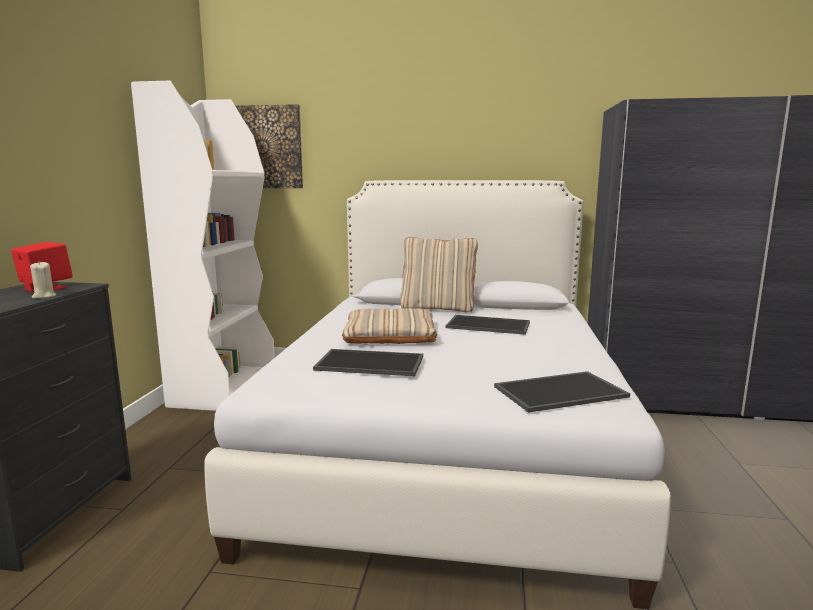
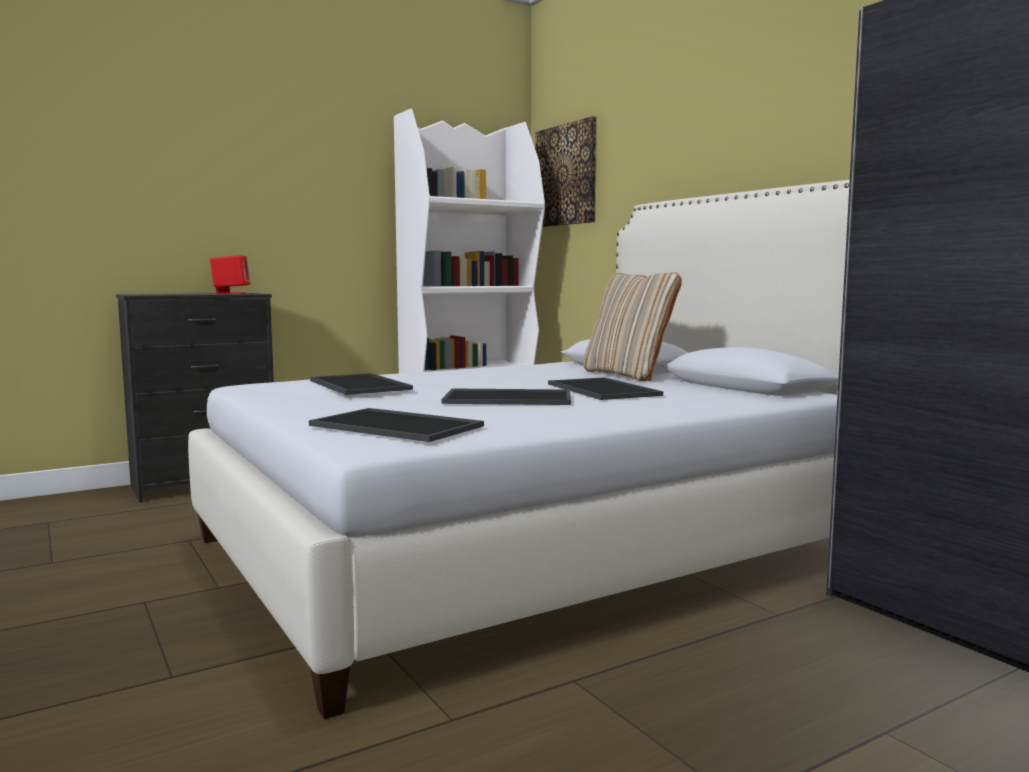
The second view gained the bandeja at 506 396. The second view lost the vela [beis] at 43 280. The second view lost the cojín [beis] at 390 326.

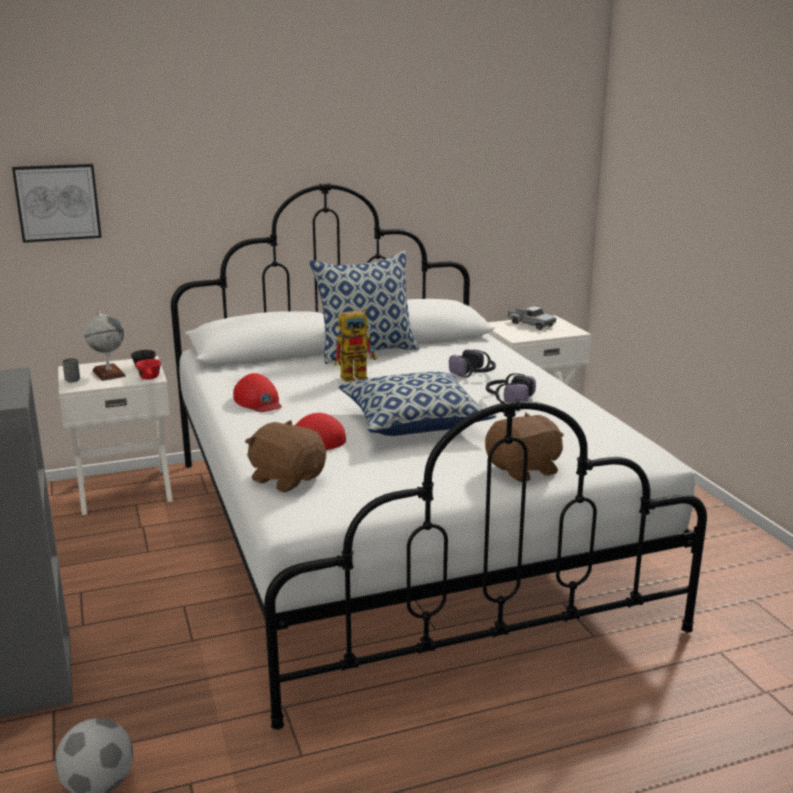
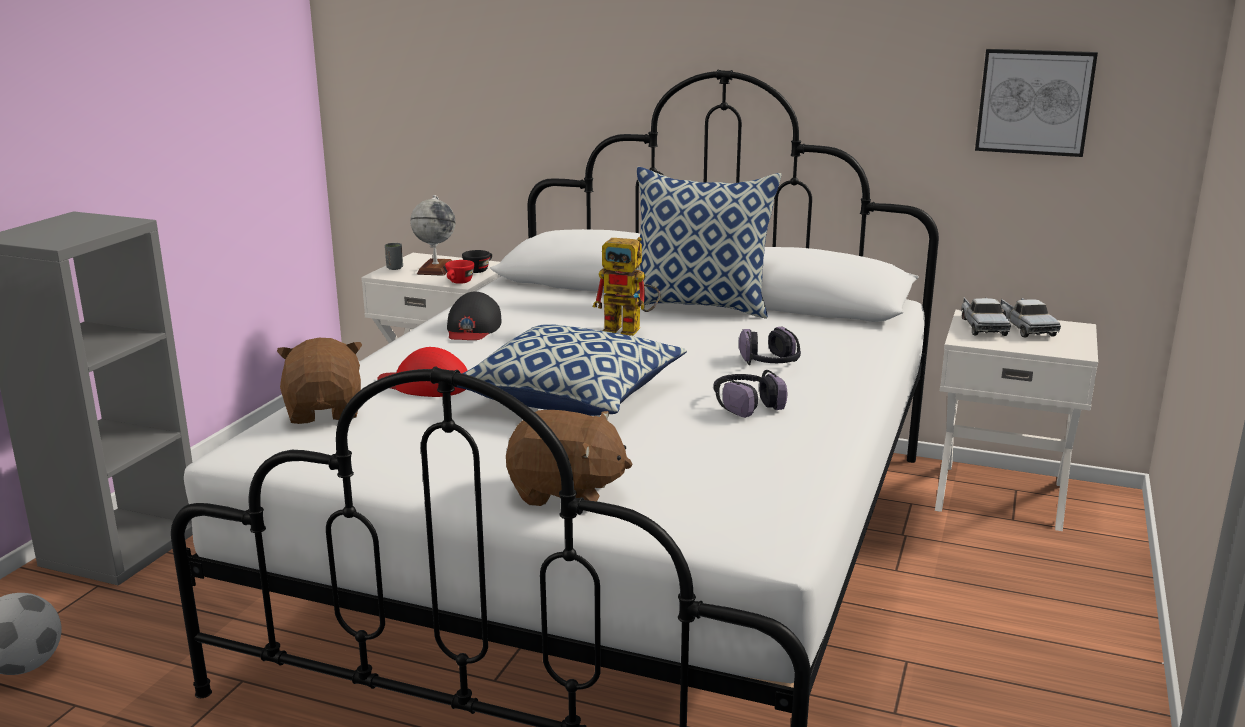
What was the gorra [rojo] at 257 392 turned into the gorra [negro] at 474 316. The second view gained the camión de juguete at 986 316. The cuadro ended up elsewhere, having gone from 57 203 to 1036 103.

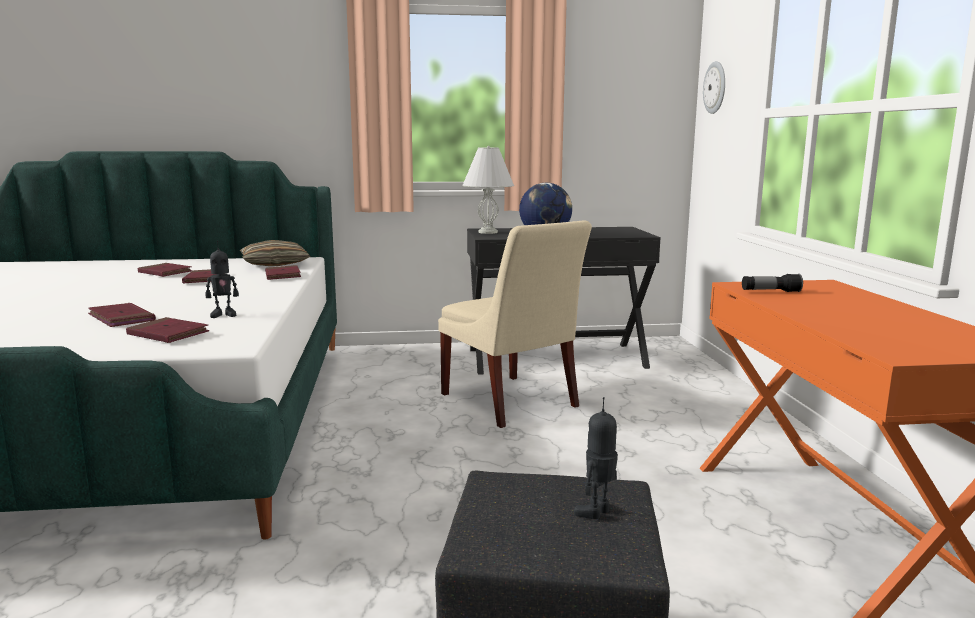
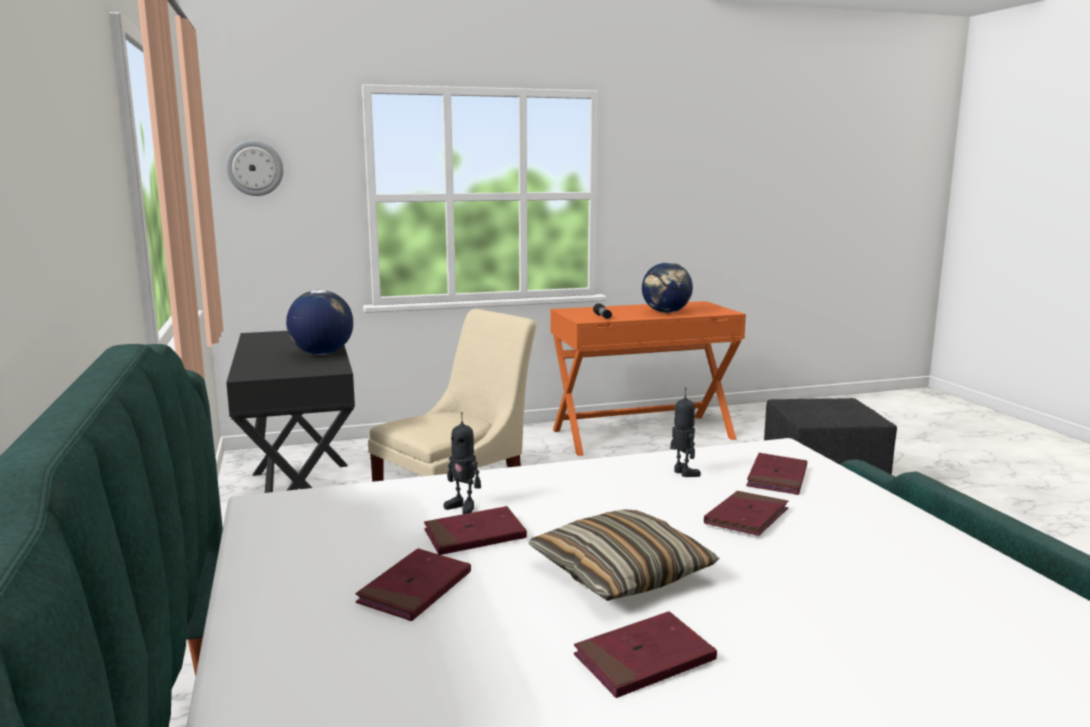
The robot de juguete ended up elsewhere, having gone from 596 458 to 462 463. The cojín ended up elsewhere, having gone from 275 253 to 624 555. The libro [rojo] ended up elsewhere, having gone from 283 272 to 645 654. The second view gained the globo terráqueo at 667 287. The second view lost the lámpara de mesa [blanco] at 488 190.

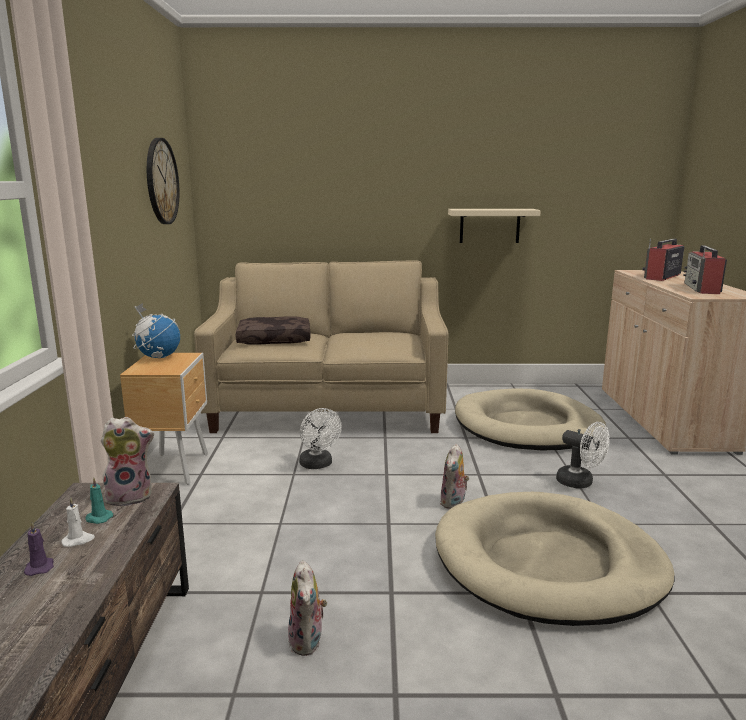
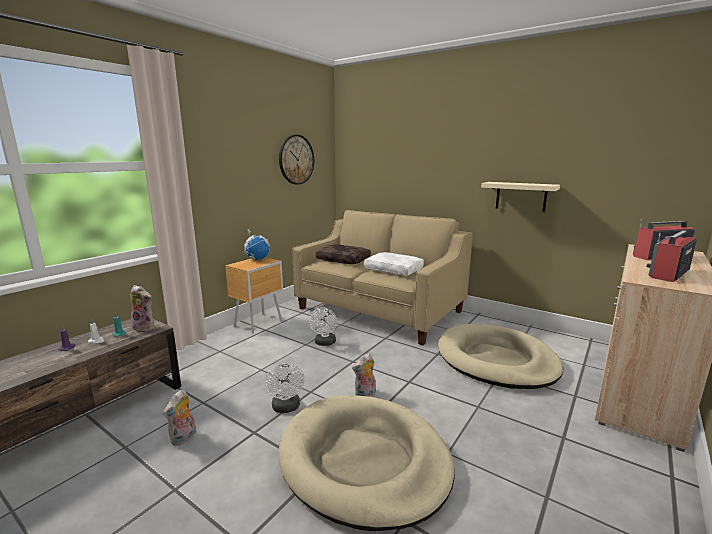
The ventilador [blanco] ended up elsewhere, having gone from 583 455 to 284 388. The second view gained the cojín [blanco] at 394 263.

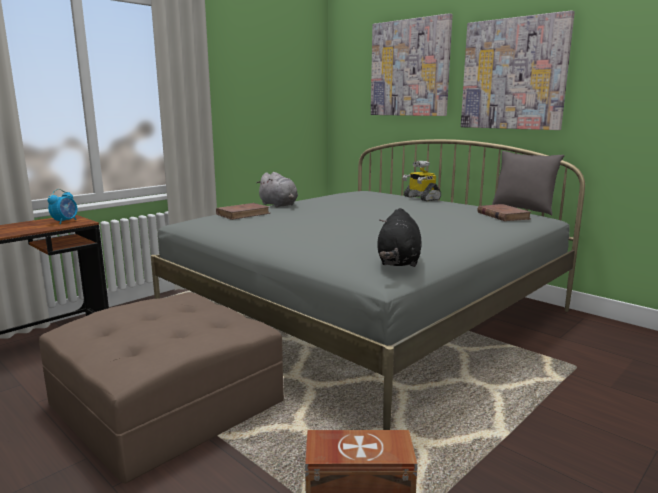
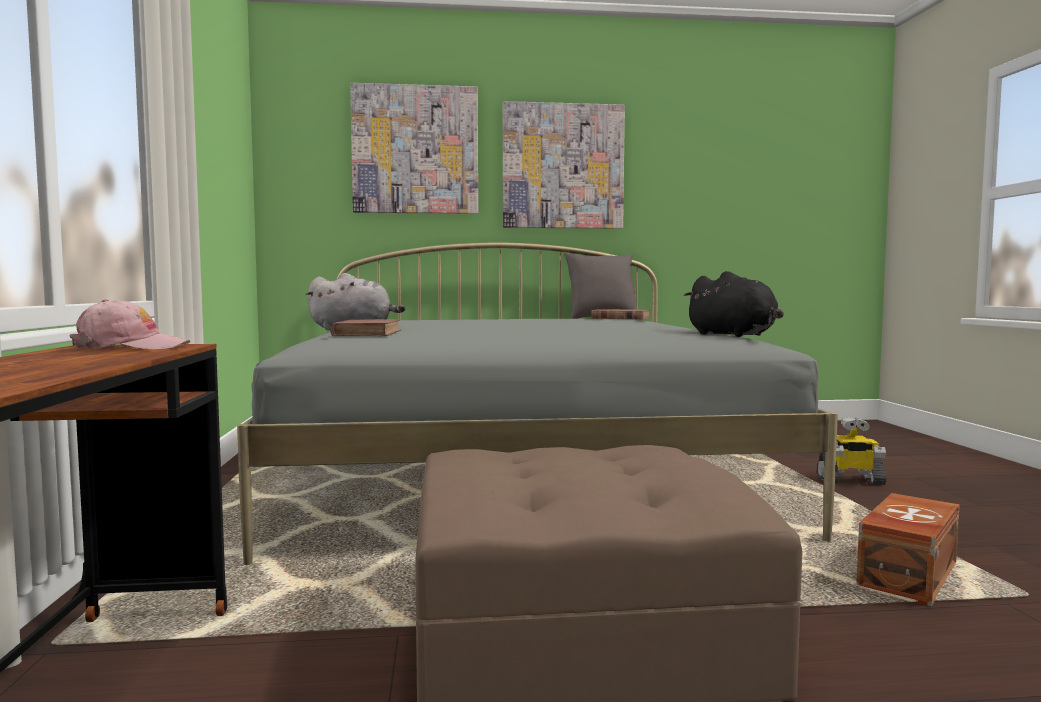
Where the despertador stood at 62 206, the gorra [rosa] came to stand at 129 324. The robot de juguete ended up elsewhere, having gone from 421 181 to 852 451.

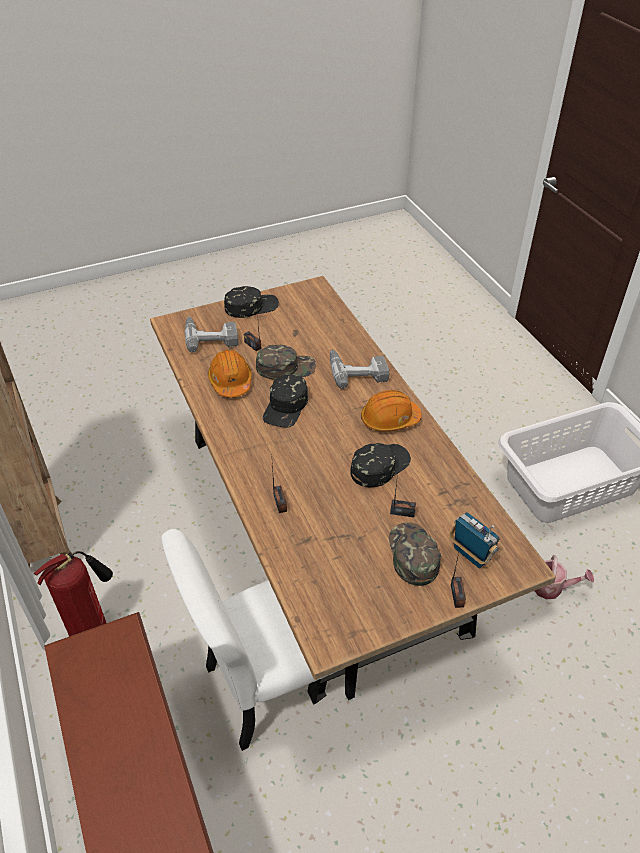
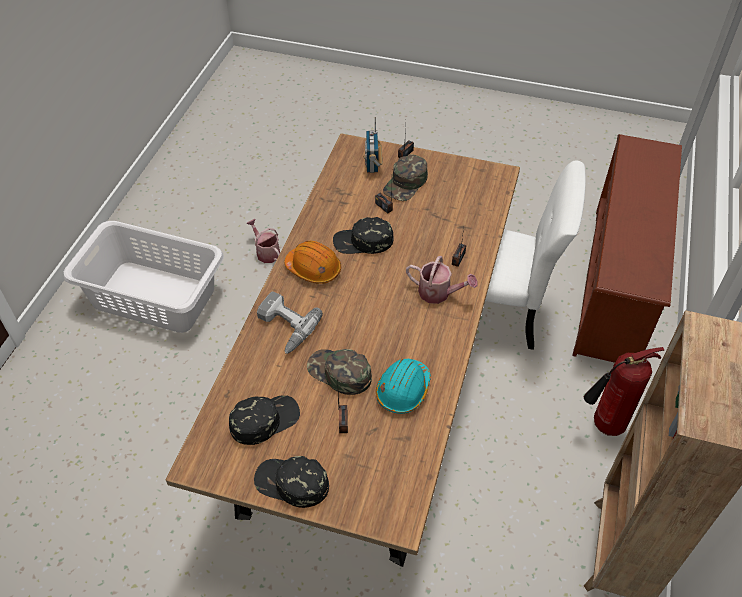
The gorra [negro] ended up elsewhere, having gone from 285 401 to 264 420. What was the casco [naranja] at 230 373 turned into the casco [turquesa] at 403 386. The second view gained the regadera at 442 280. The second view lost the taladro at 211 334.

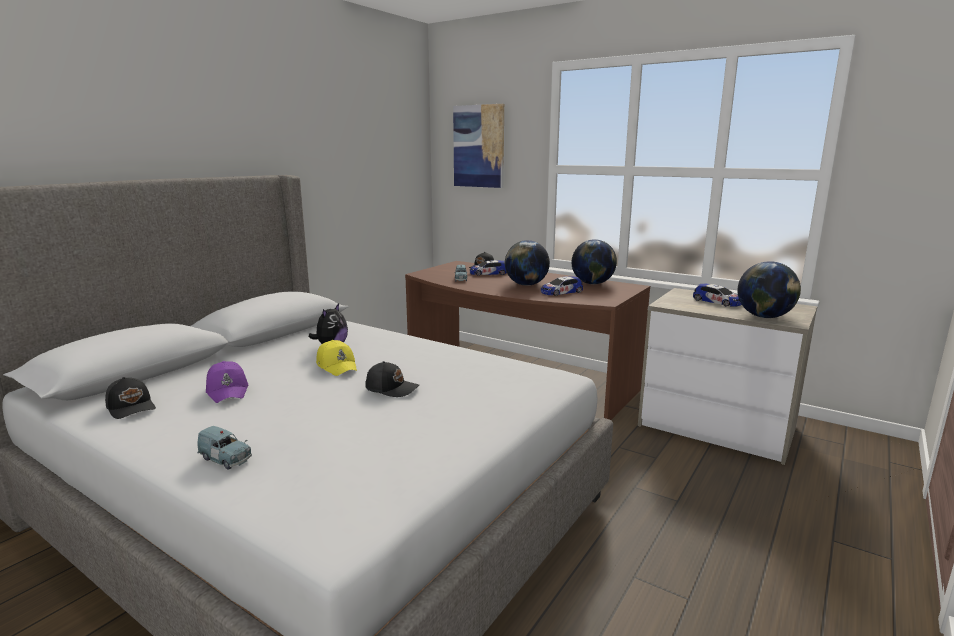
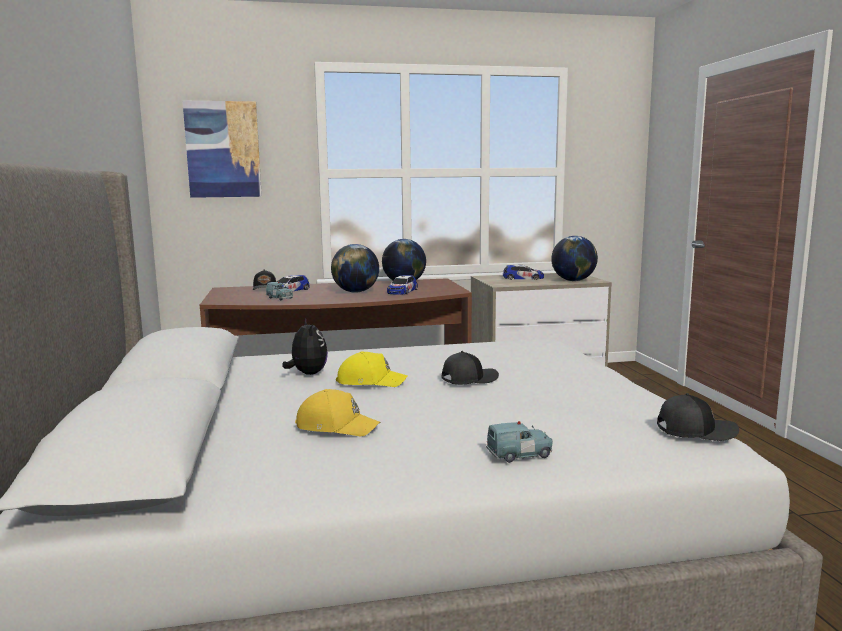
What was the gorra [morado] at 227 382 turned into the gorra [amarillo] at 337 413. The gorra [negro] ended up elsewhere, having gone from 130 398 to 698 417.

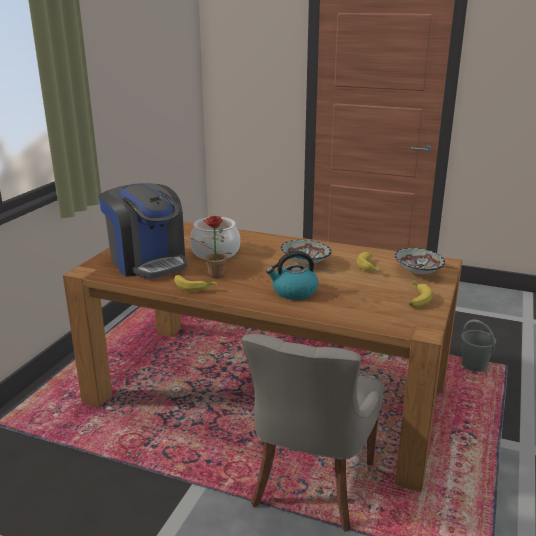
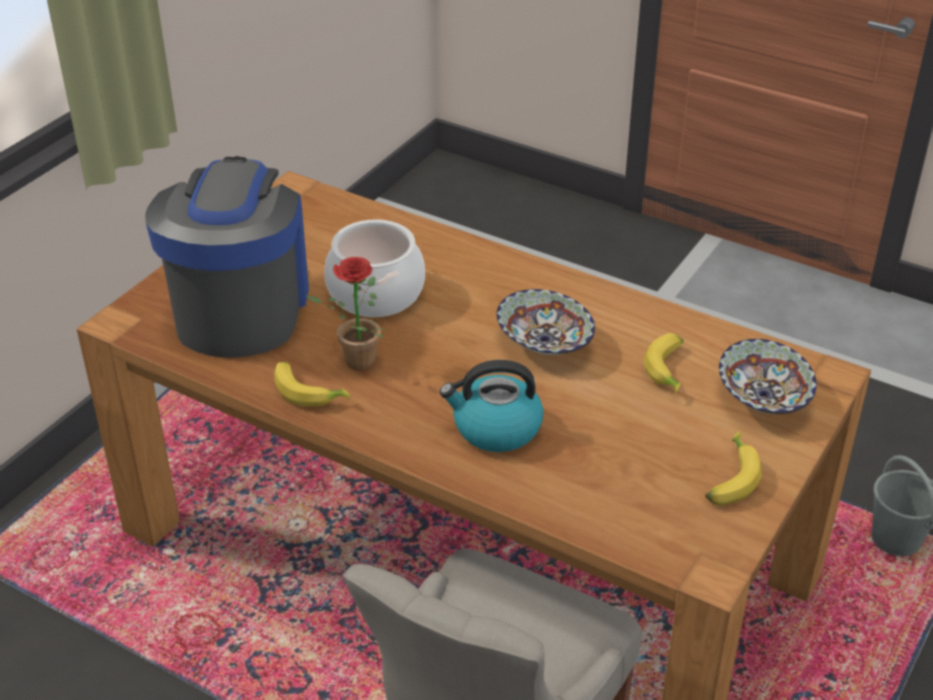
The cafetera at 142 231 ended up facing another way, 150 degrees counterclockwise from before.

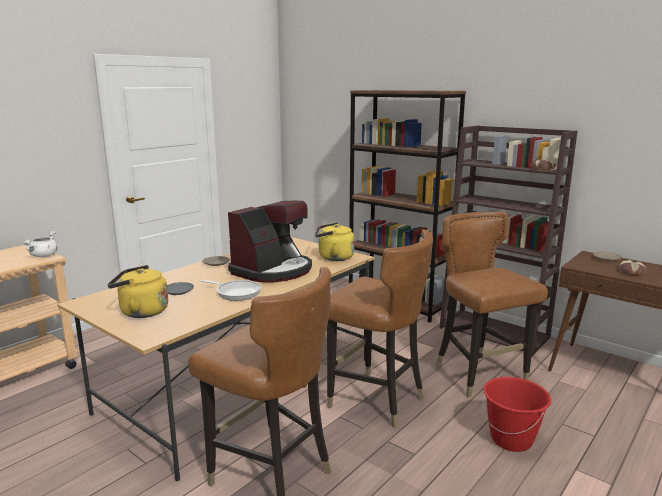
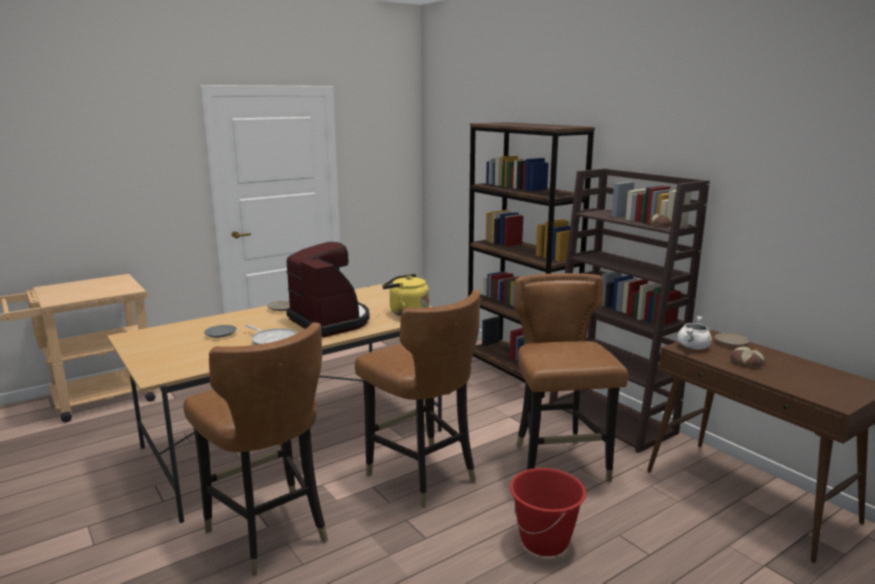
The cafetera at 270 242 ended up facing another way, 90 degrees counterclockwise from before. The olla [blanco] ended up elsewhere, having gone from 40 244 to 694 332. The second view lost the hervidor [amarillo] at 137 291.

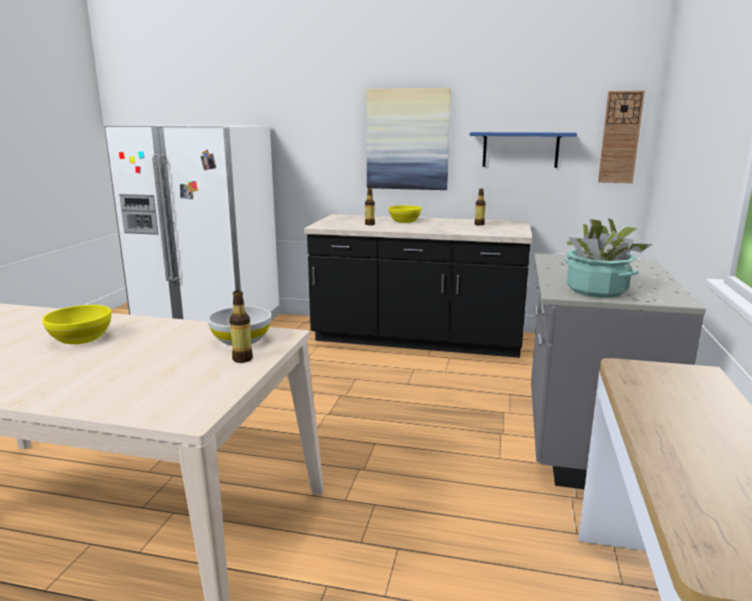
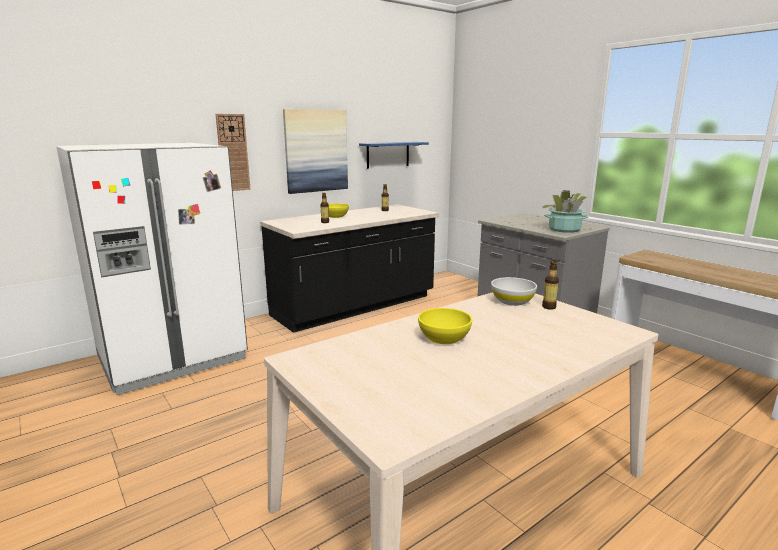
The reloj de pared ended up elsewhere, having gone from 621 137 to 233 152.

